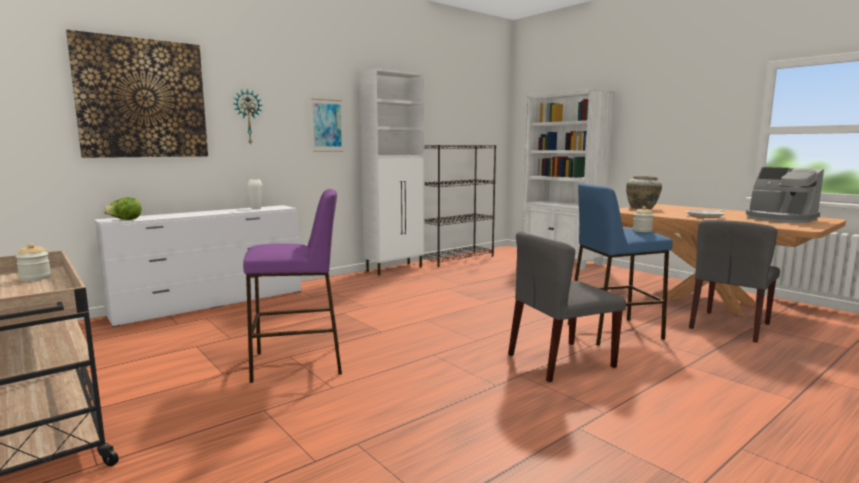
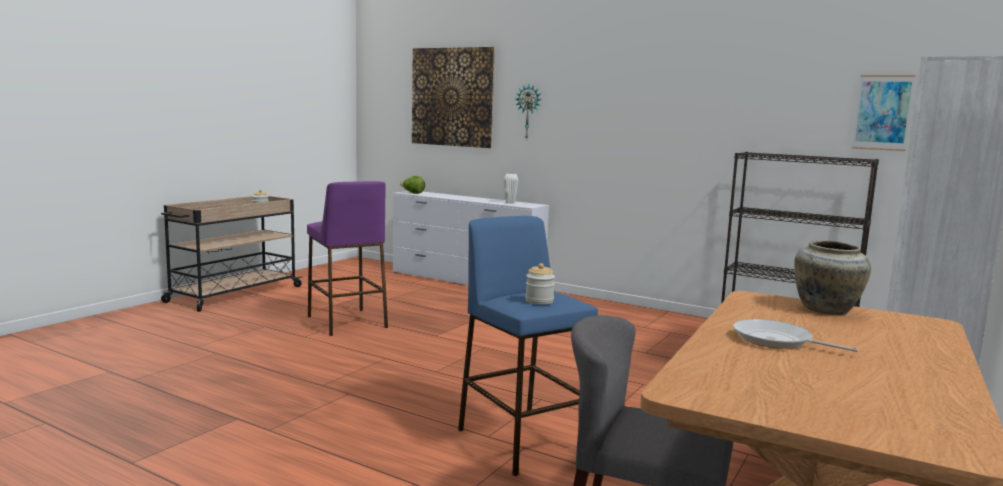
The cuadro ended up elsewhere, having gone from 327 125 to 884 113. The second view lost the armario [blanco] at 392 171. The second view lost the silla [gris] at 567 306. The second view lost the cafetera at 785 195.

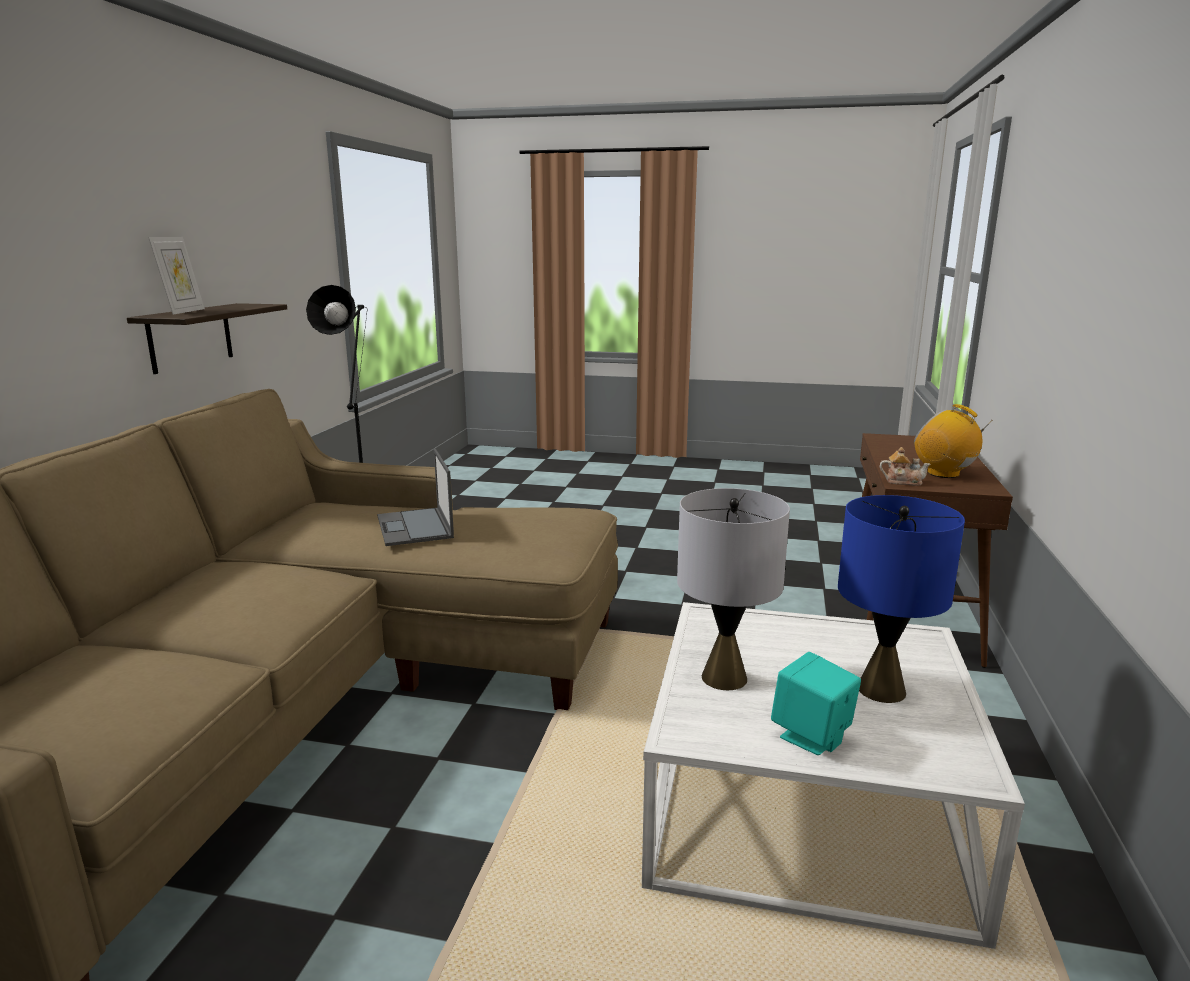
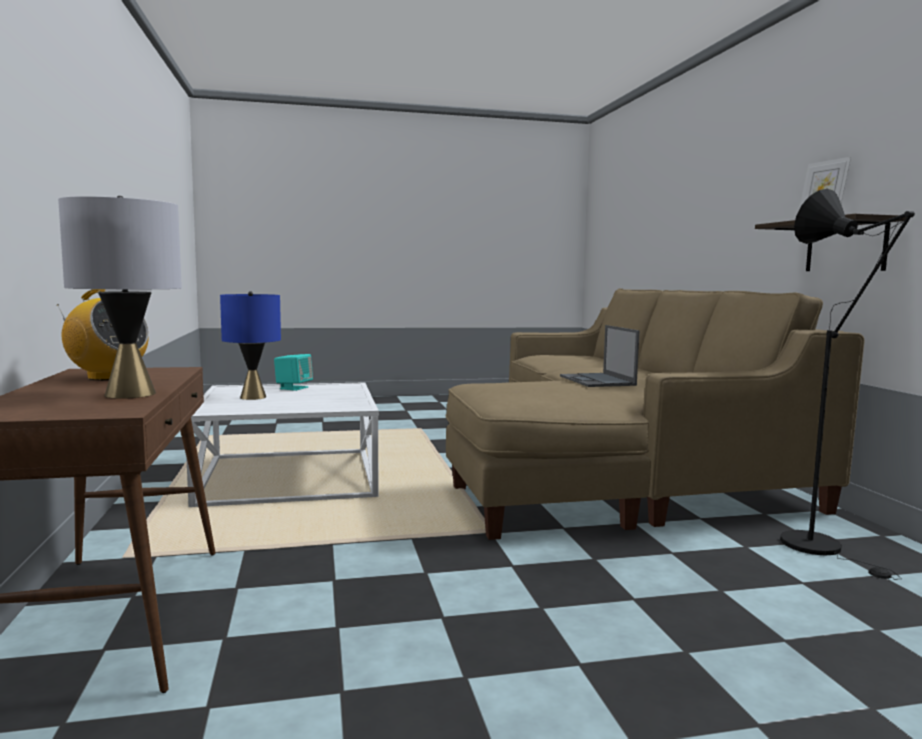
The lámpara de mesa [gris] ended up elsewhere, having gone from 733 589 to 120 297. The portátil at 415 497 ended up facing another way, 150 degrees counterclockwise from before. The second view lost the tetera at 905 466.

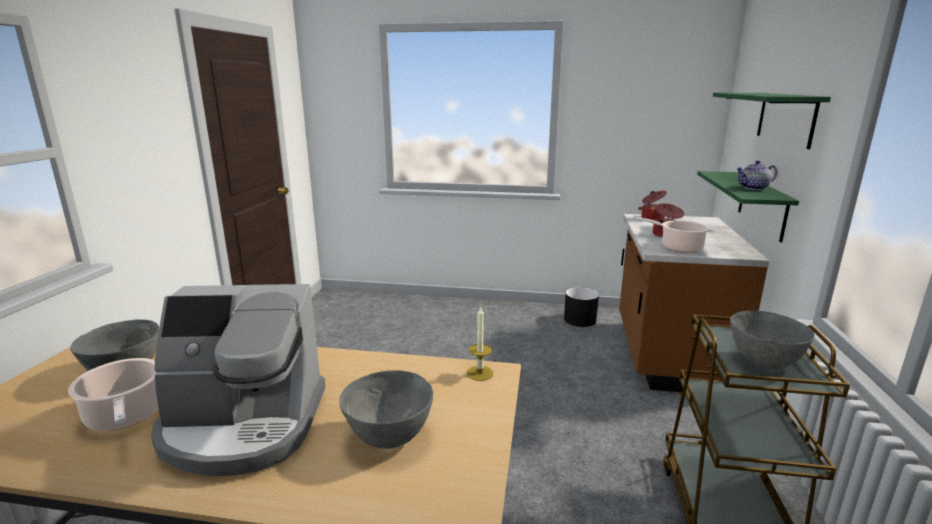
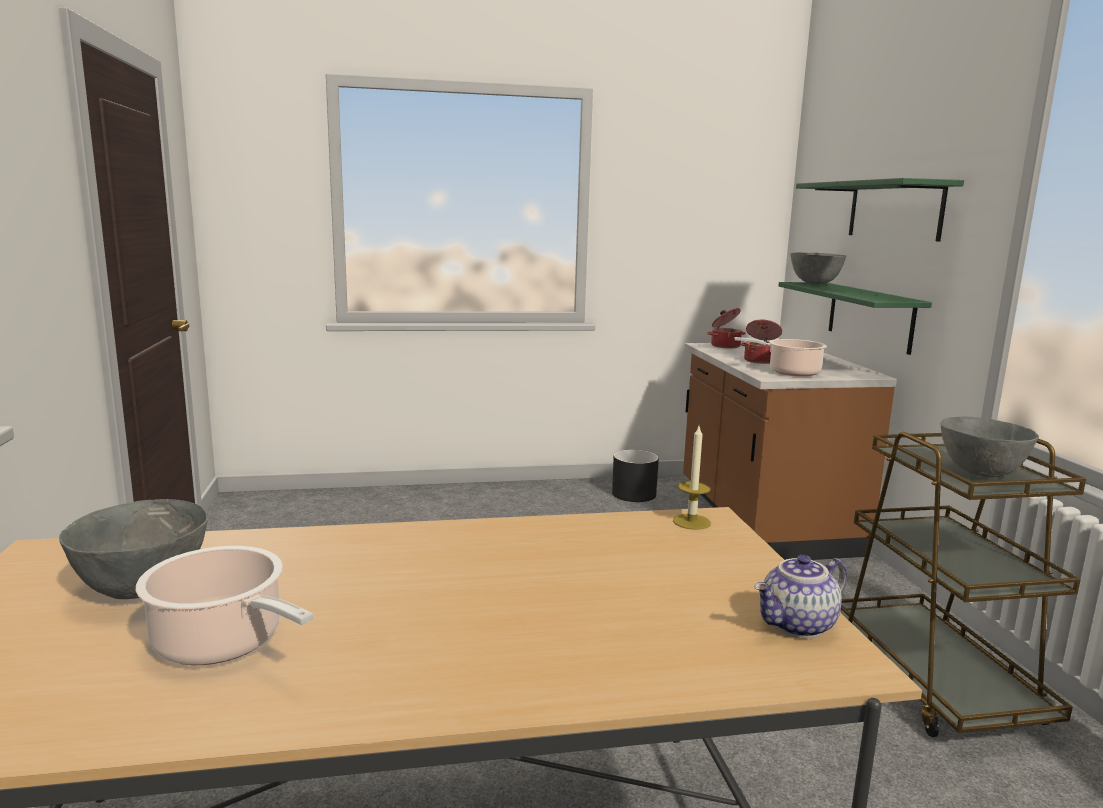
The tetera ended up elsewhere, having gone from 756 175 to 800 596. The cuenco [gris] ended up elsewhere, having gone from 386 409 to 818 268. The second view lost the cafetera at 238 380.

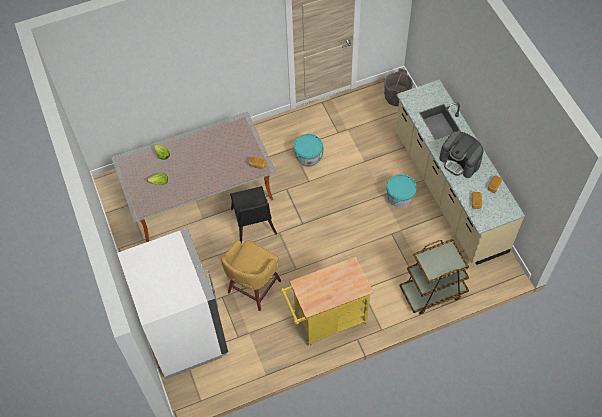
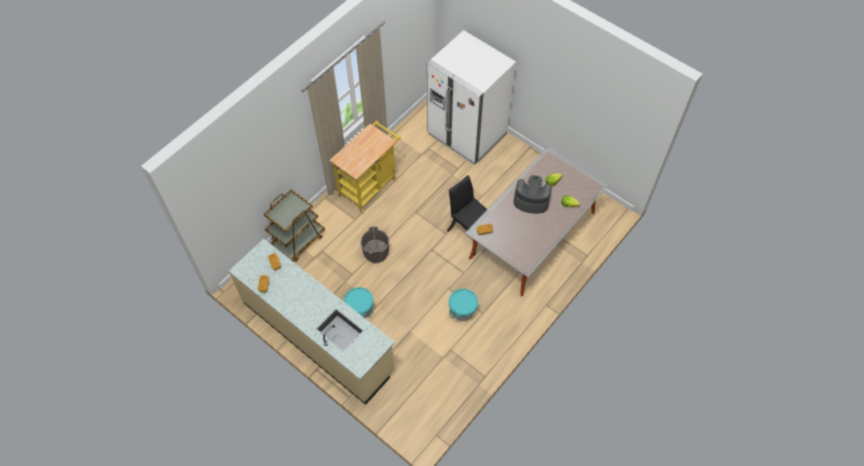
The cubo [gris] ended up elsewhere, having gone from 398 87 to 375 244. The cafetera ended up elsewhere, having gone from 461 154 to 532 194. The second view lost the taburete [amarillo] at 251 275.

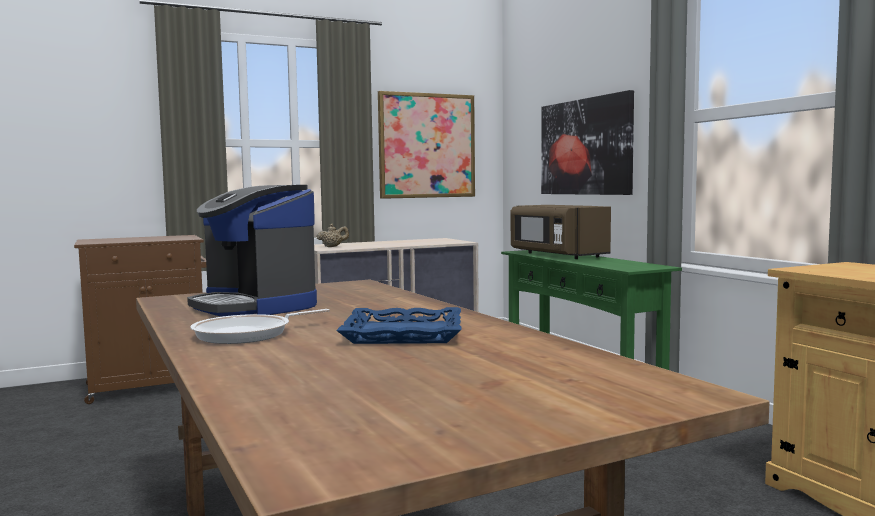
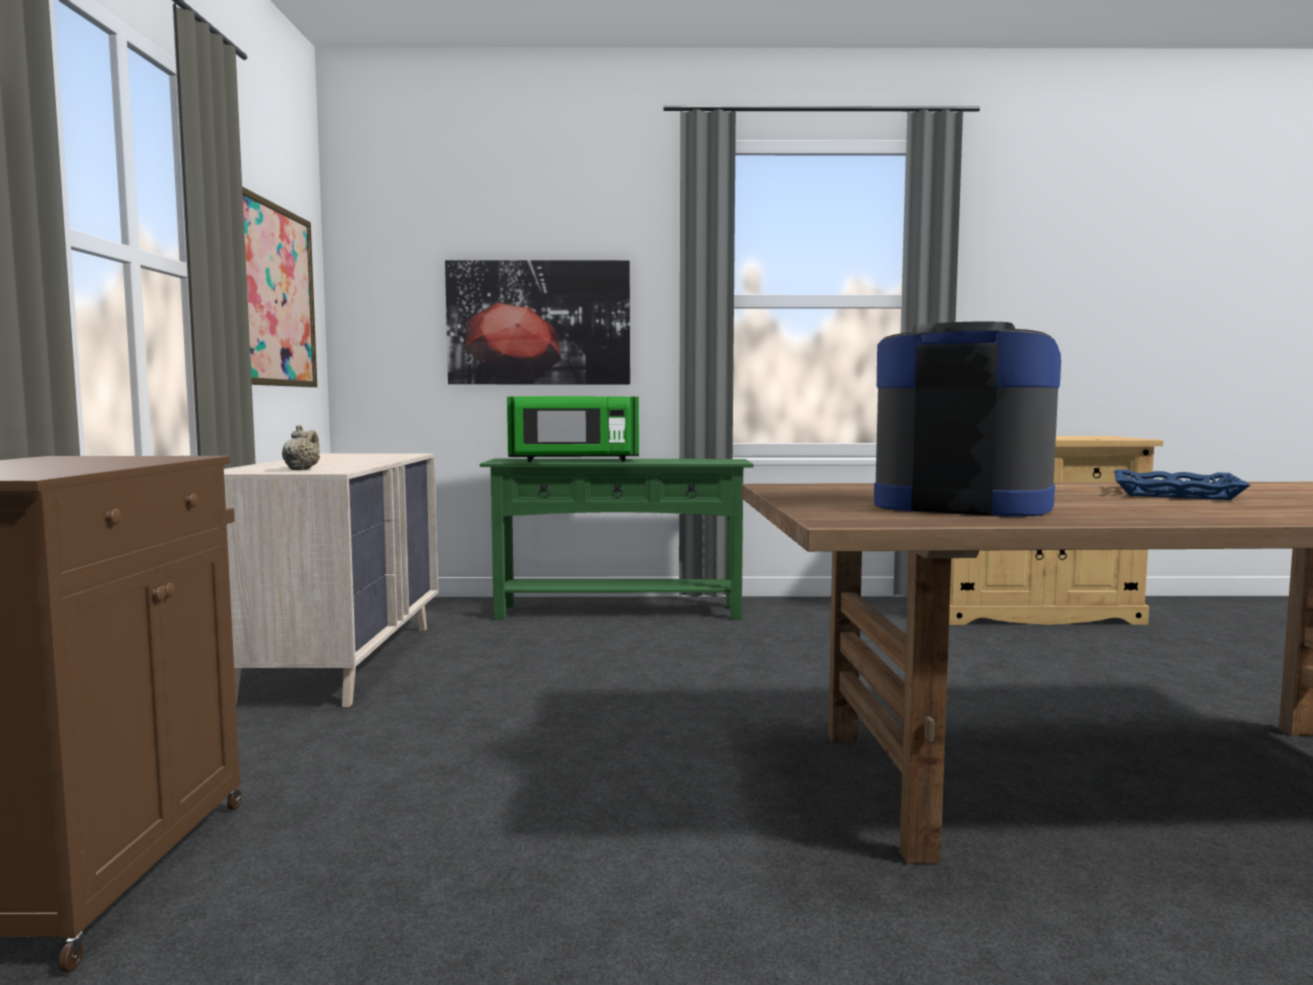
What was the microondas [marrón] at 561 232 turned into the microondas [verde] at 573 429. The cafetera at 252 251 ended up facing another way, 135 degrees counterclockwise from before. The second view lost the sartén at 260 326.

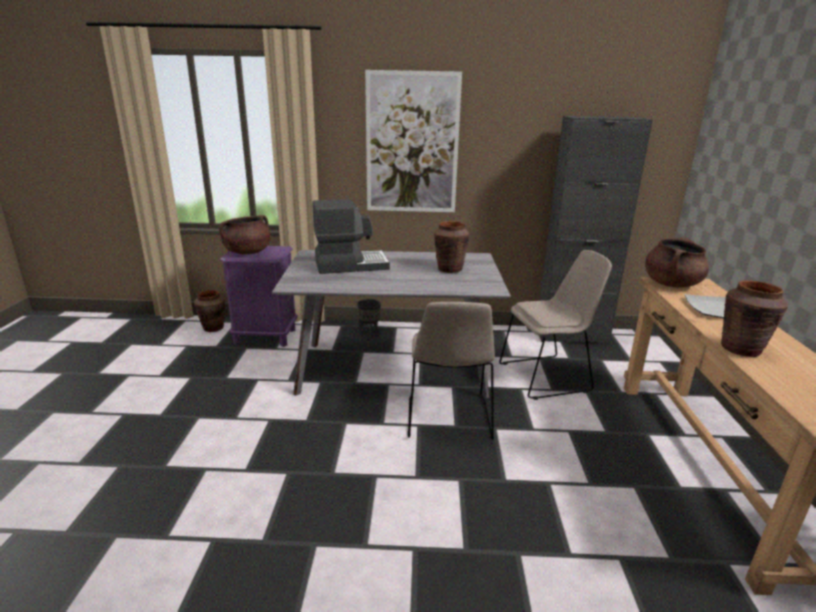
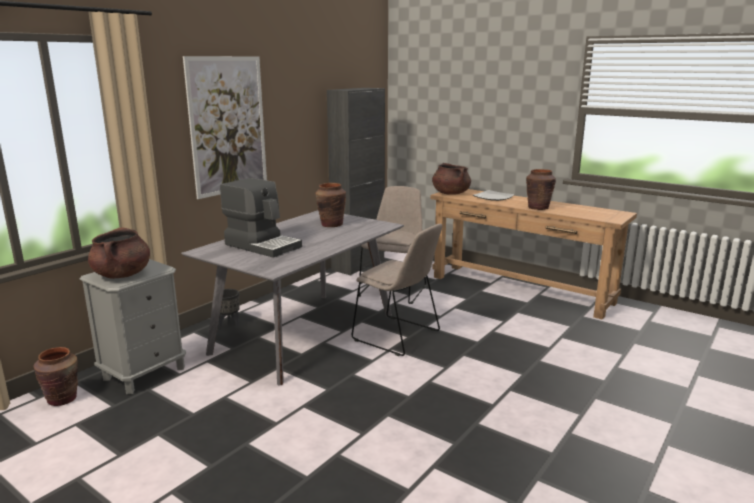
What was the mesita de noche [morado] at 259 296 turned into the mesita de noche [gris] at 133 326. The cafetera at 351 236 ended up facing another way, 105 degrees clockwise from before.

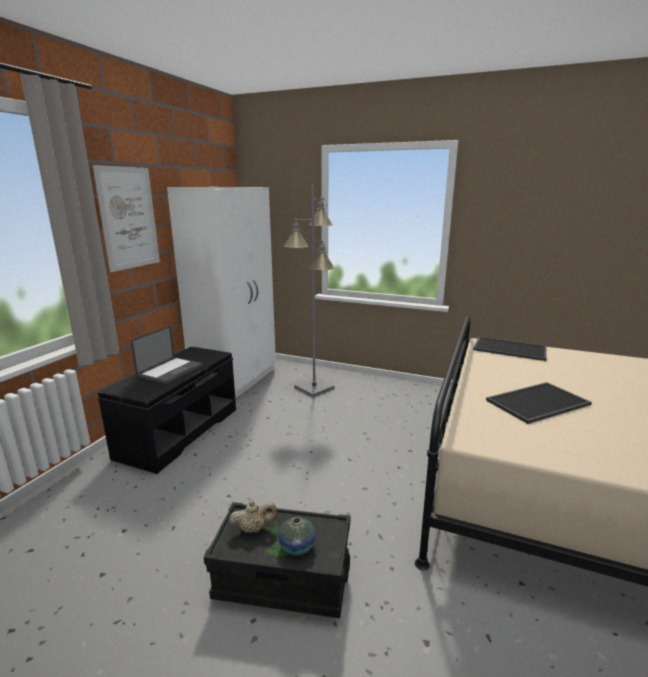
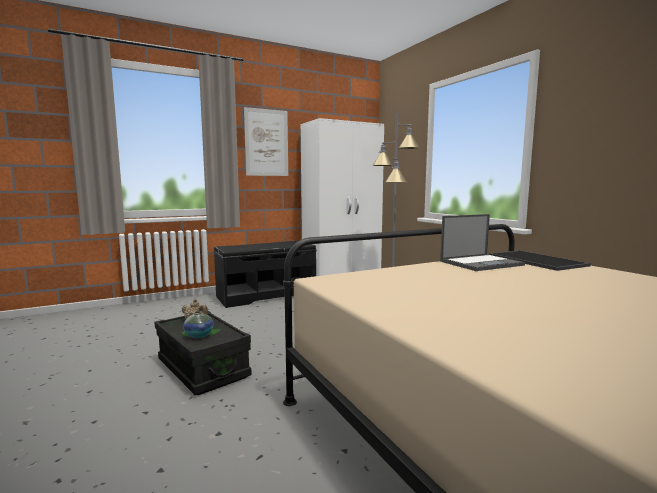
The portátil ended up elsewhere, having gone from 166 355 to 482 242. The second view lost the bandeja at 539 403.

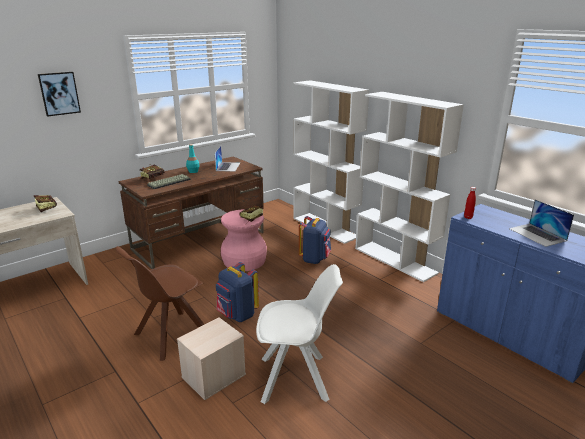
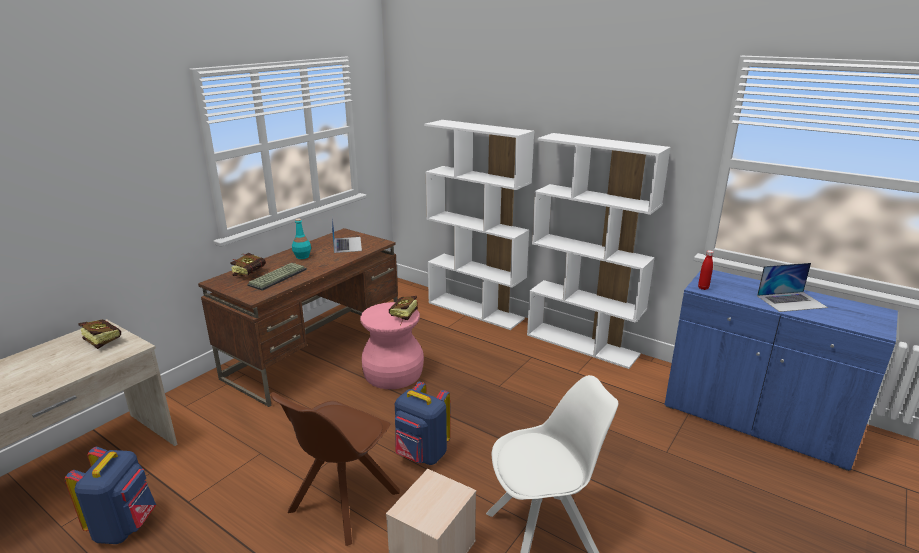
The mochila [azul] ended up elsewhere, having gone from 315 240 to 110 495. The portátil at 541 223 ended up facing another way, 60 degrees counterclockwise from before. The second view lost the cuadro at 59 94.

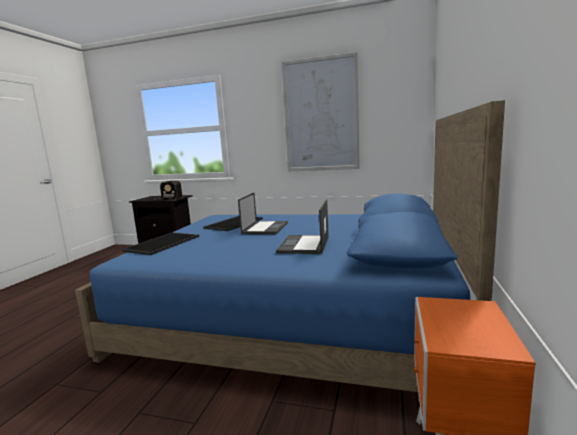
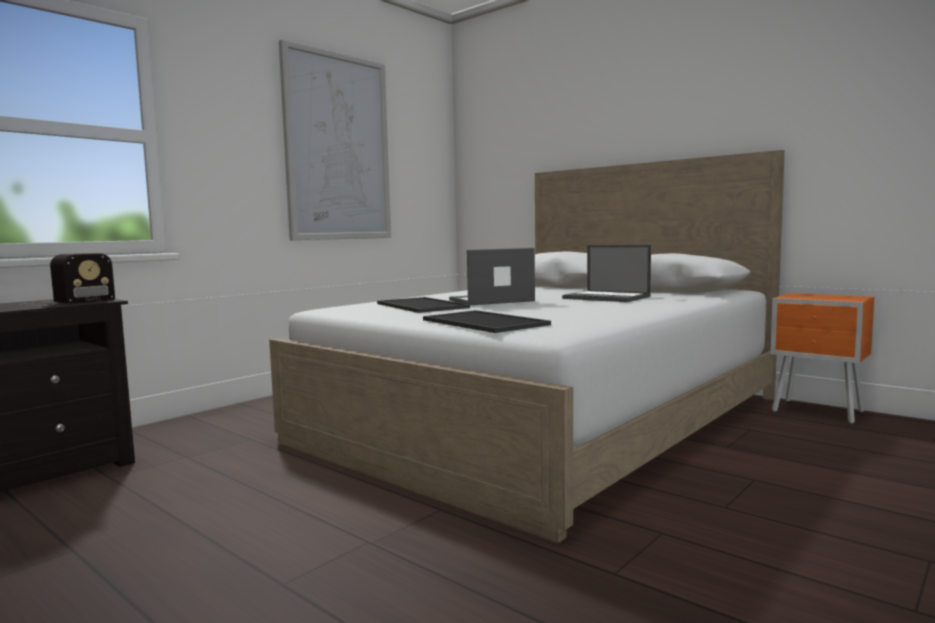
What was the cama [azul] at 290 246 turned into the cama [blanco] at 527 347. The portátil at 263 213 ended up facing another way, 60 degrees counterclockwise from before.

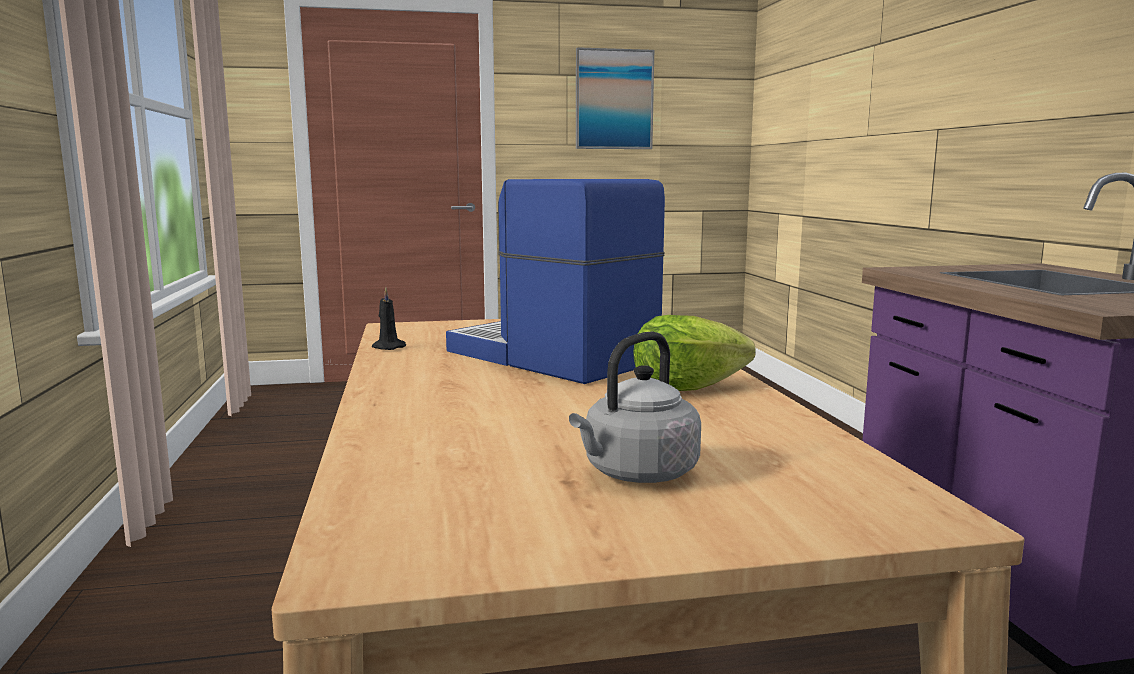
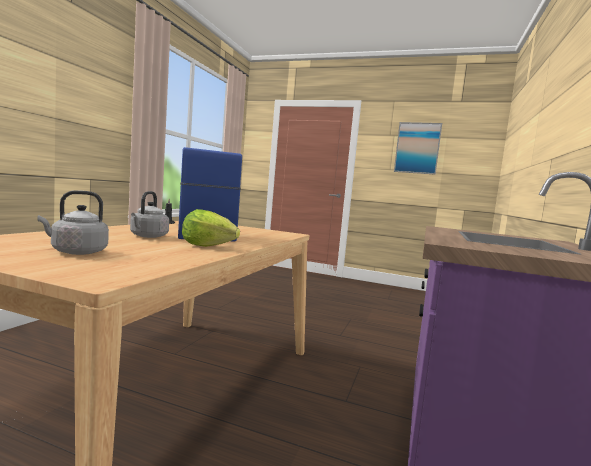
The second view gained the hervidor [gris] at 149 214.

